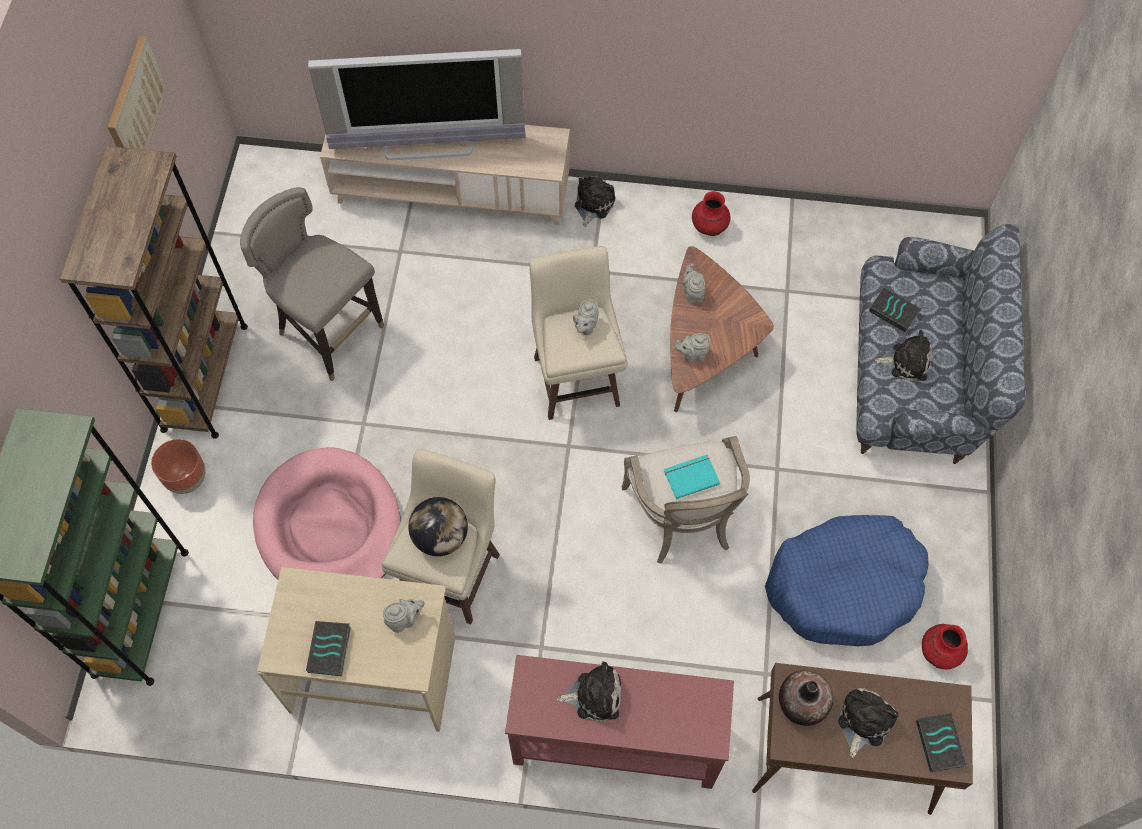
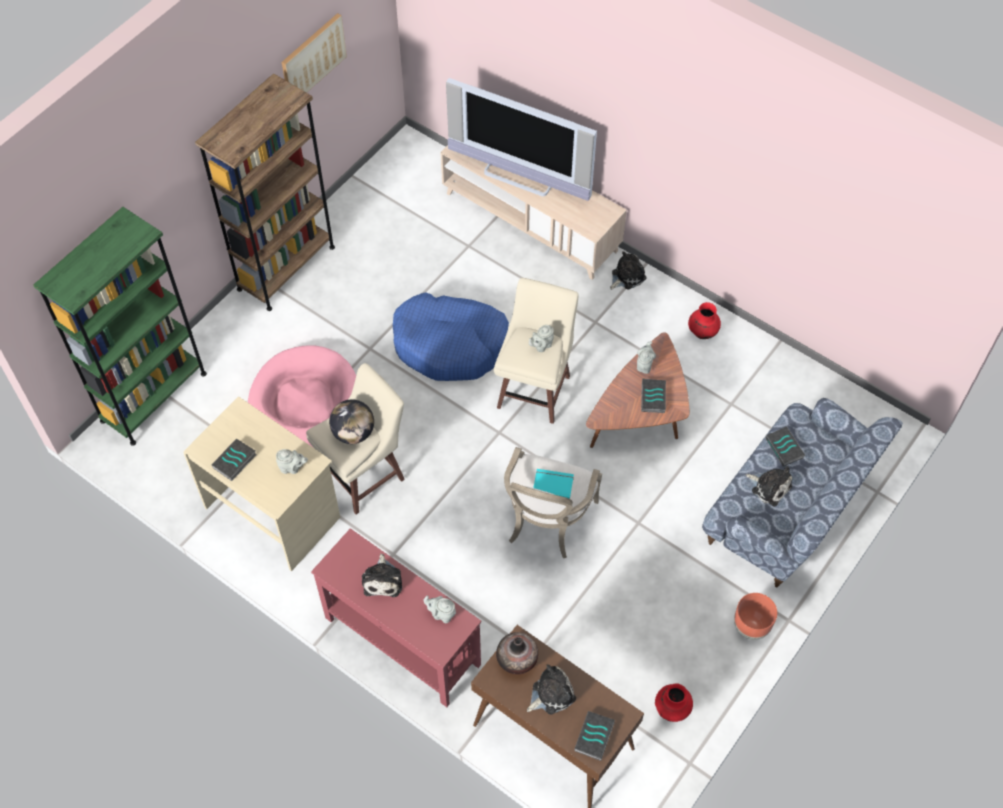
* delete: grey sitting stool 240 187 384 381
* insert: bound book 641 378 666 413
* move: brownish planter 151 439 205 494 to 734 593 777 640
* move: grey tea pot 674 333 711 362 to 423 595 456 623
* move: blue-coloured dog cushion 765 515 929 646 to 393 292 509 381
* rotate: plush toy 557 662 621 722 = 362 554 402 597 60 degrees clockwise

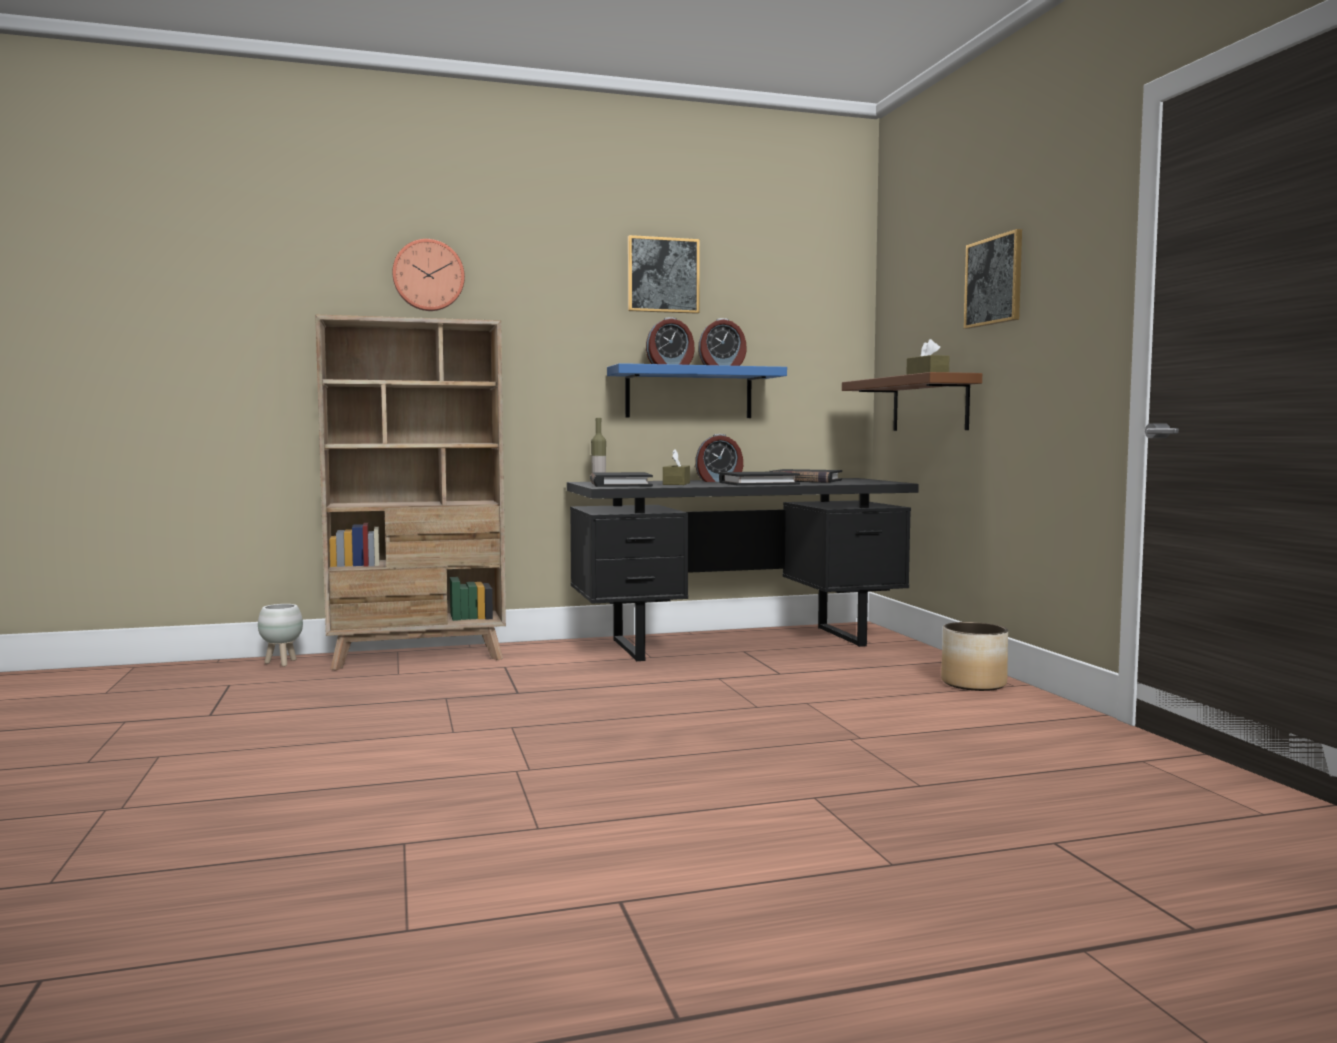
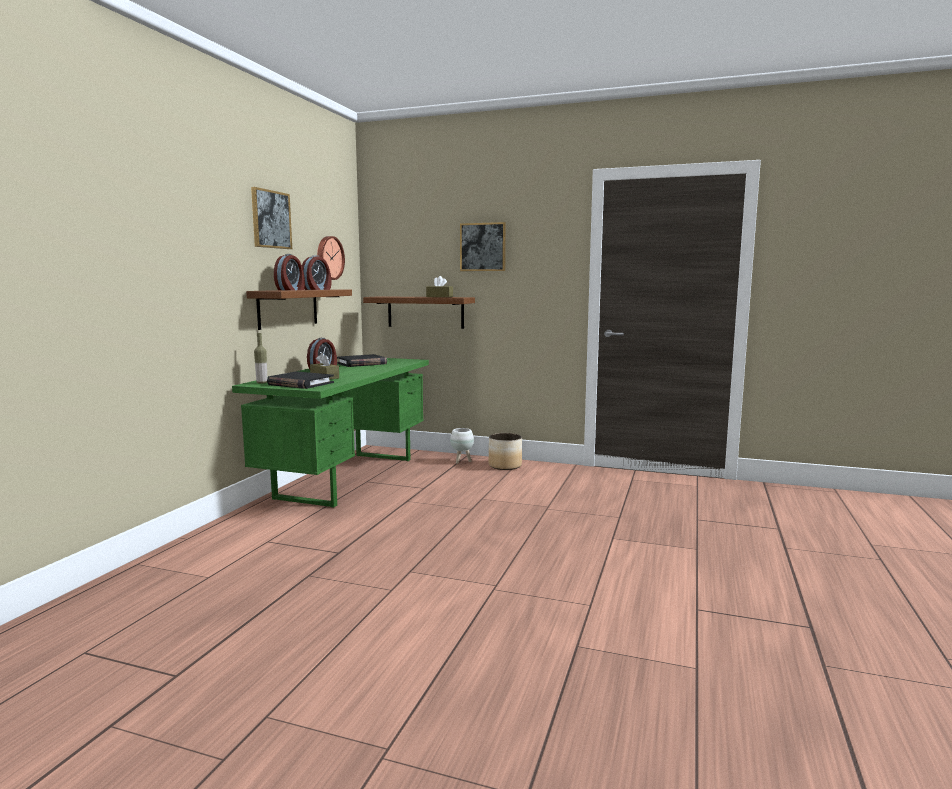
* delete: beige-coloured bookcase 315 315 506 670
* delete: blackish bound book 719 471 800 486
* move: white planter 258 604 303 667 to 450 428 474 464
* move: clock on the wall 392 239 465 311 to 317 236 345 280
* recolor: blackish desk table 567 478 919 661 to green desk table 232 358 429 508
* recolor: blue-coloured wall shelf 607 363 787 418 to brownish wall shelf 246 289 352 330

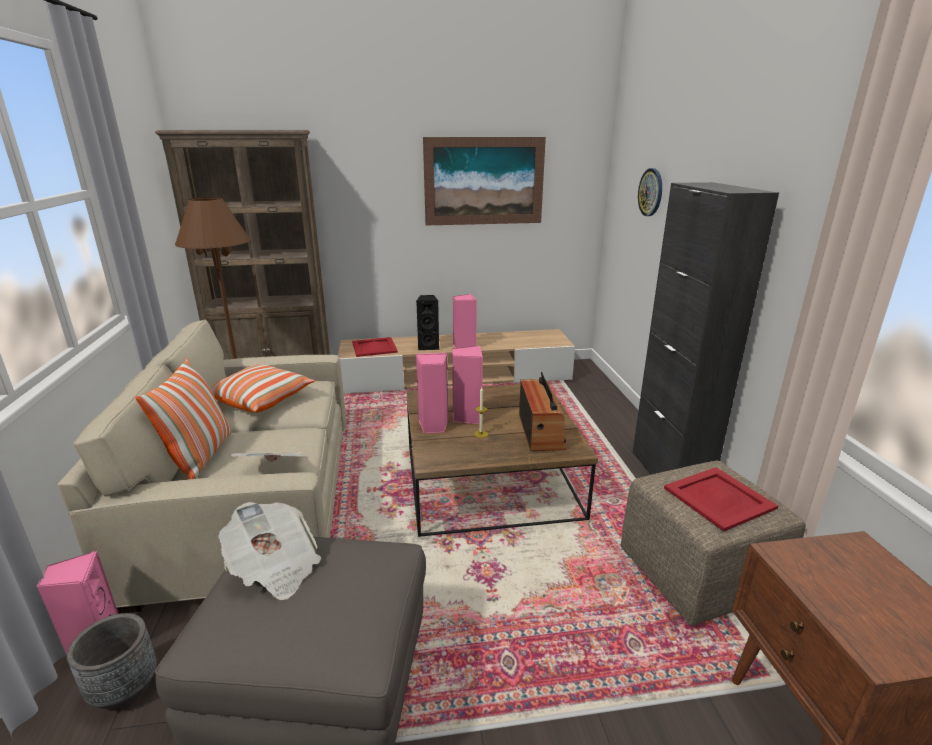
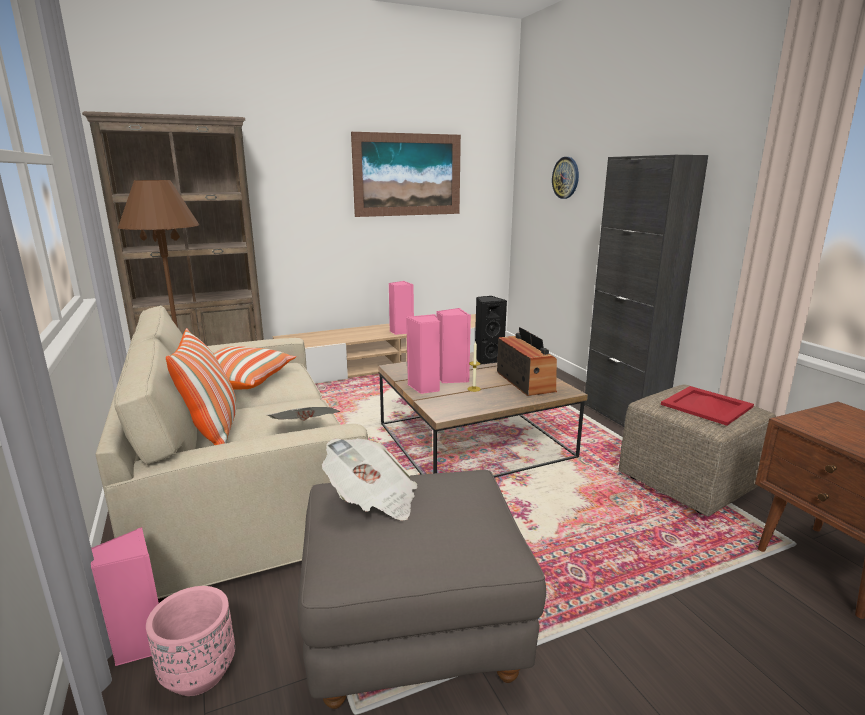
* delete: red tray 352 337 398 357
* move: blackish audio speaker 416 295 439 350 to 475 296 507 365
* recolor: grey planter 67 613 157 710 to pink planter 146 586 235 696

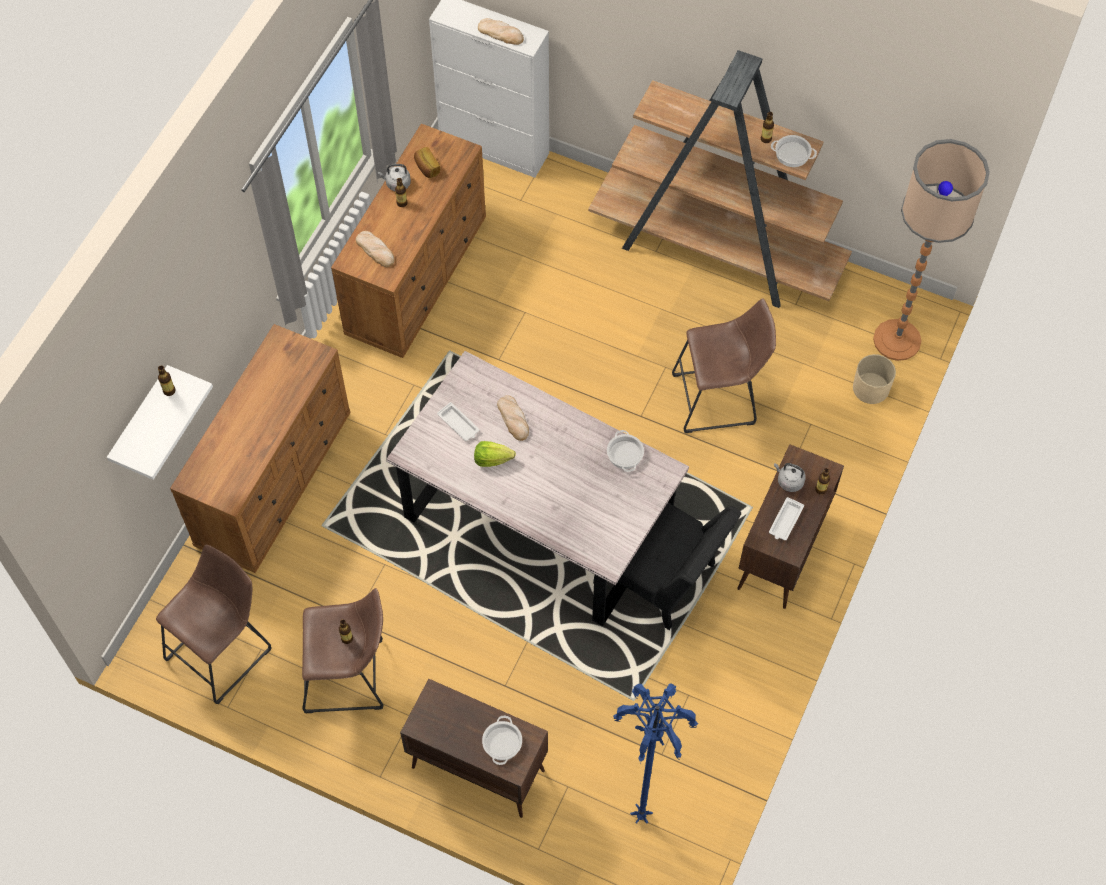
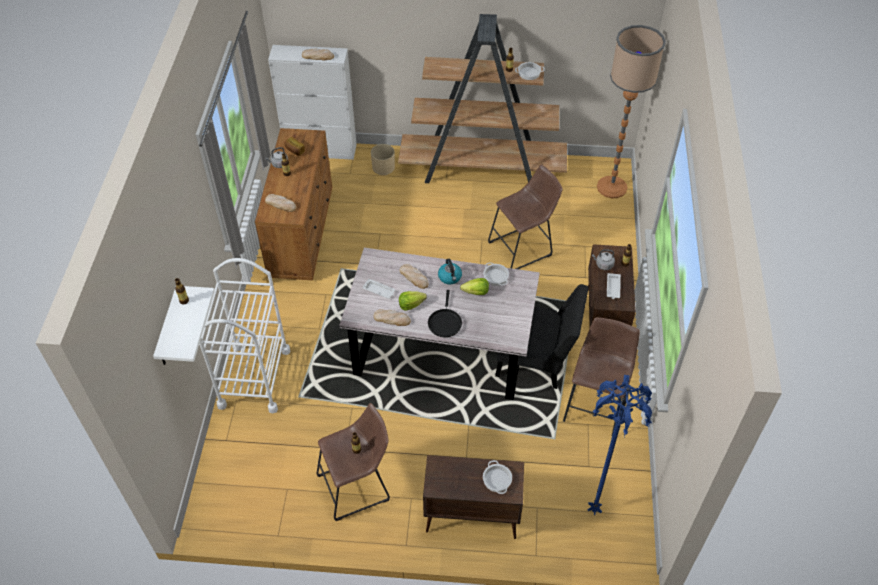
* insert: baked bread 374 309 411 326
* insert: blackish skillet 428 290 462 337
* insert: kettle 438 259 462 284
* insert: head of lettuce 460 278 489 295
* move: brownish sitting stool 156 545 271 704 to 563 317 640 435
* move: beige-coloured planter 853 354 896 404 to 371 144 395 175
* replace: brownish chest of drawers 170 324 350 573 to white trolley 199 258 291 414

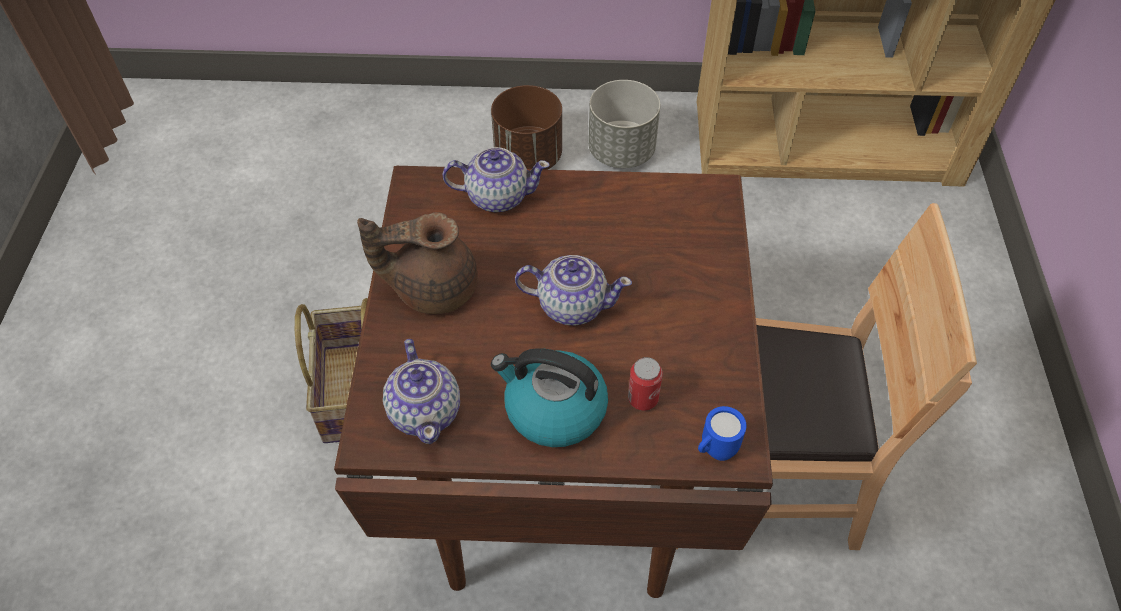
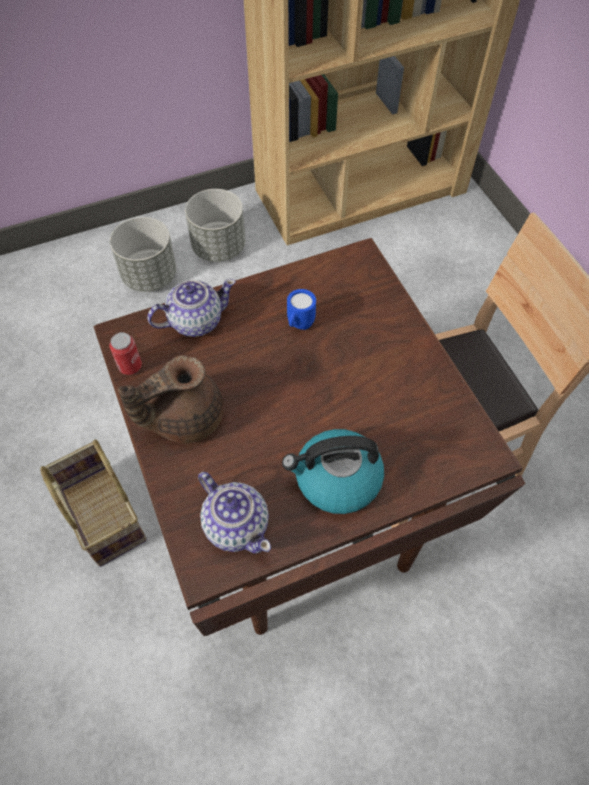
* delete: tea pot 515 255 632 326
* move: metal can 628 357 663 411 to 109 332 142 375
* move: blue-coloured coffee mug 698 406 747 461 to 287 289 316 330
* recolor: brownish planter 491 85 562 170 to grey planter 110 217 176 292

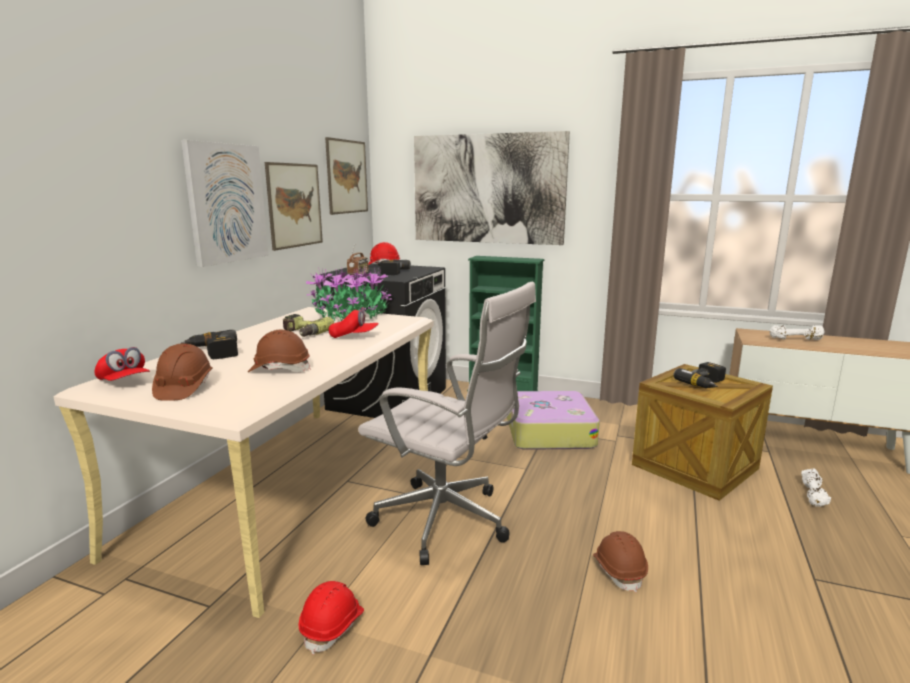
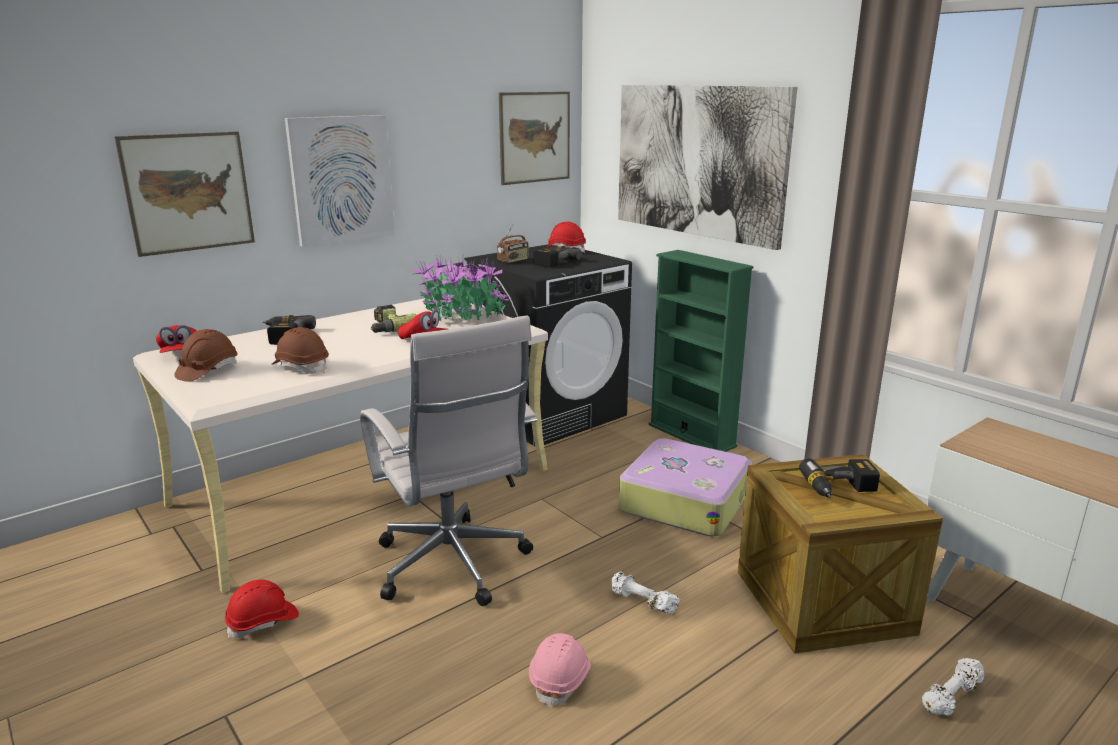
* move: wall picture 265 162 323 251 to 114 132 255 257
* move: white free weight 770 325 825 340 to 611 572 680 614
* recolor: brownish hard hat 593 531 648 593 to pink hard hat 529 633 591 708

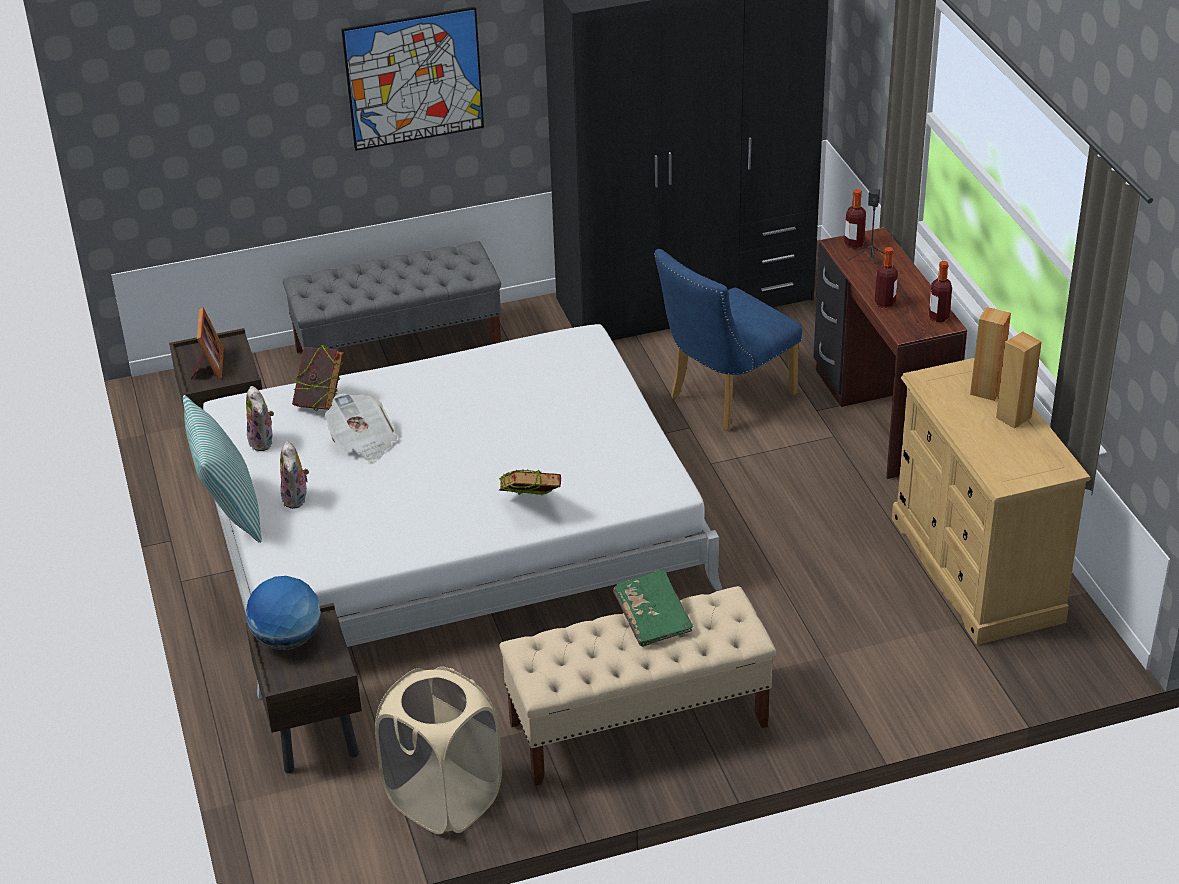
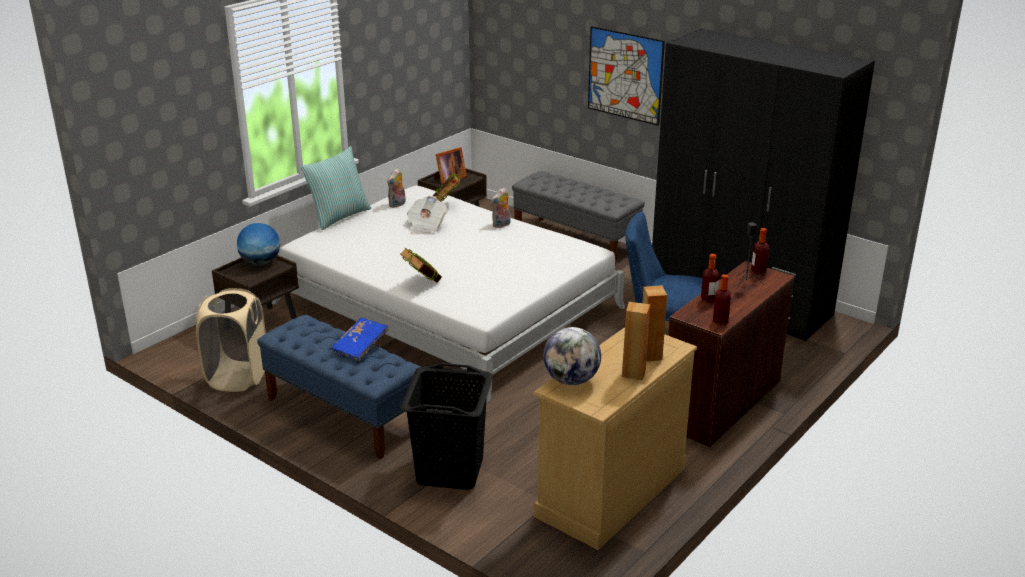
* insert: blackish hamper 400 363 493 490
* insert: globe 543 327 601 385
* move: plush toy 280 441 309 509 to 491 187 511 228
* recolor: beige-coloured long seat 499 586 776 786 to blue-coloured long seat 257 315 420 459
* recolor: green bound book 613 569 693 647 to blue-coloured bound book 332 318 388 361

